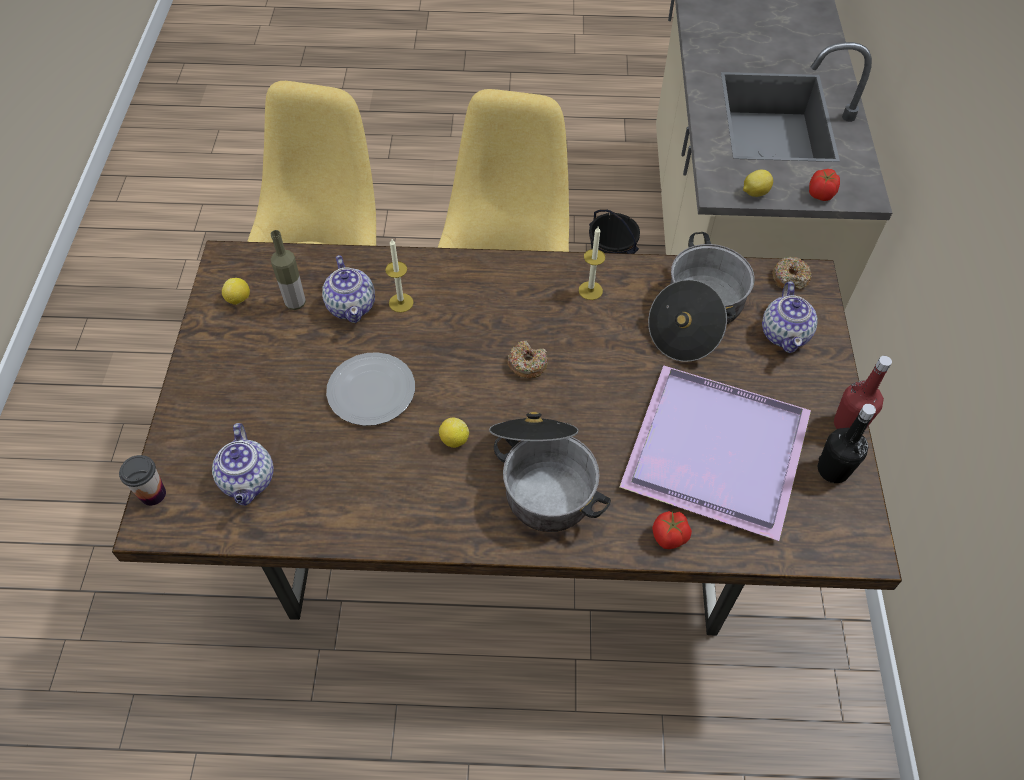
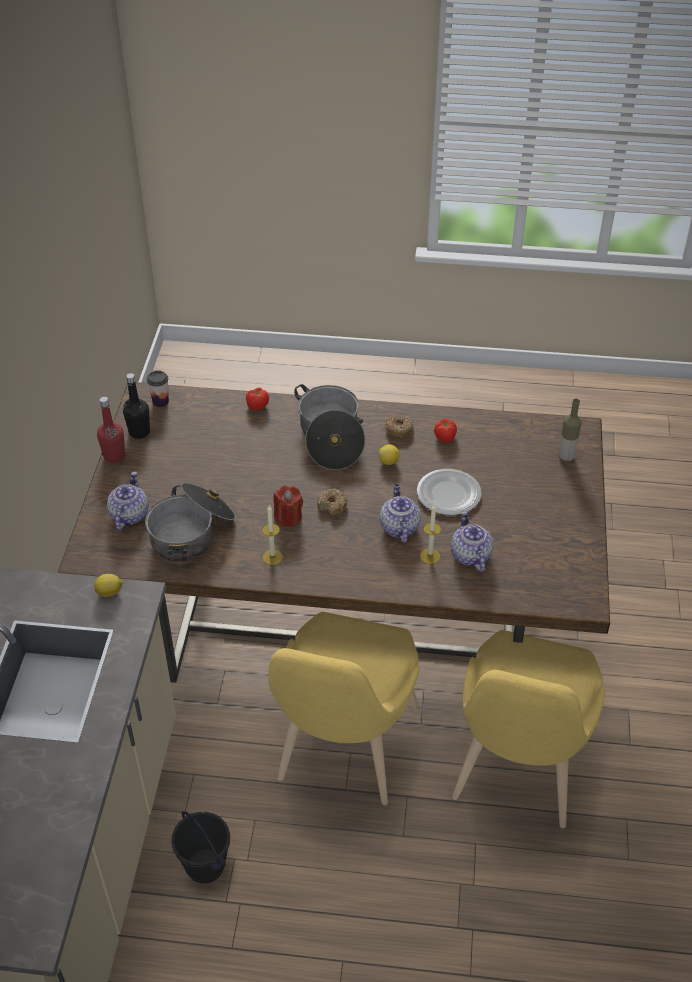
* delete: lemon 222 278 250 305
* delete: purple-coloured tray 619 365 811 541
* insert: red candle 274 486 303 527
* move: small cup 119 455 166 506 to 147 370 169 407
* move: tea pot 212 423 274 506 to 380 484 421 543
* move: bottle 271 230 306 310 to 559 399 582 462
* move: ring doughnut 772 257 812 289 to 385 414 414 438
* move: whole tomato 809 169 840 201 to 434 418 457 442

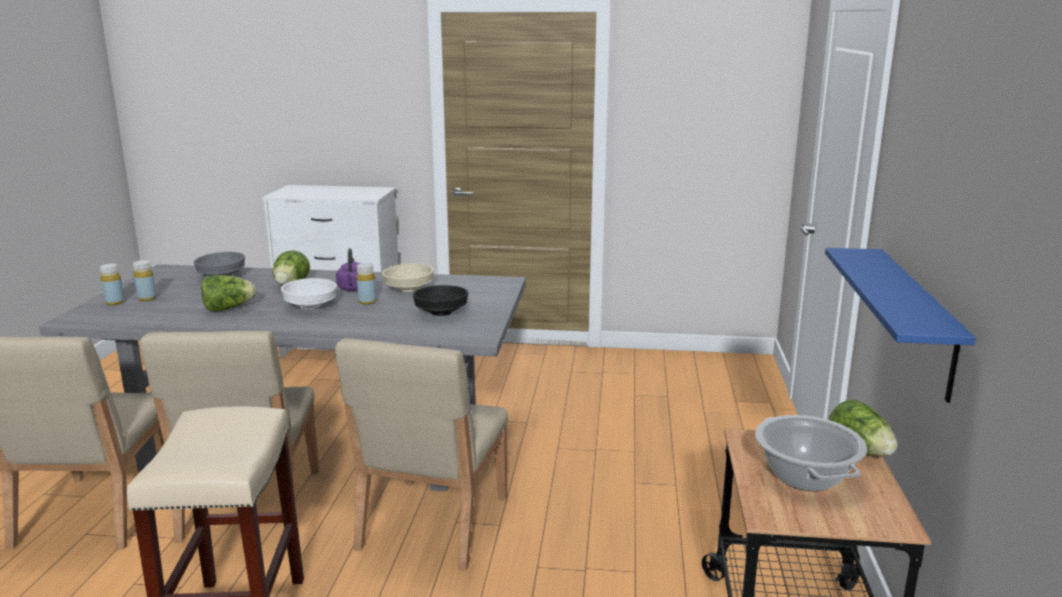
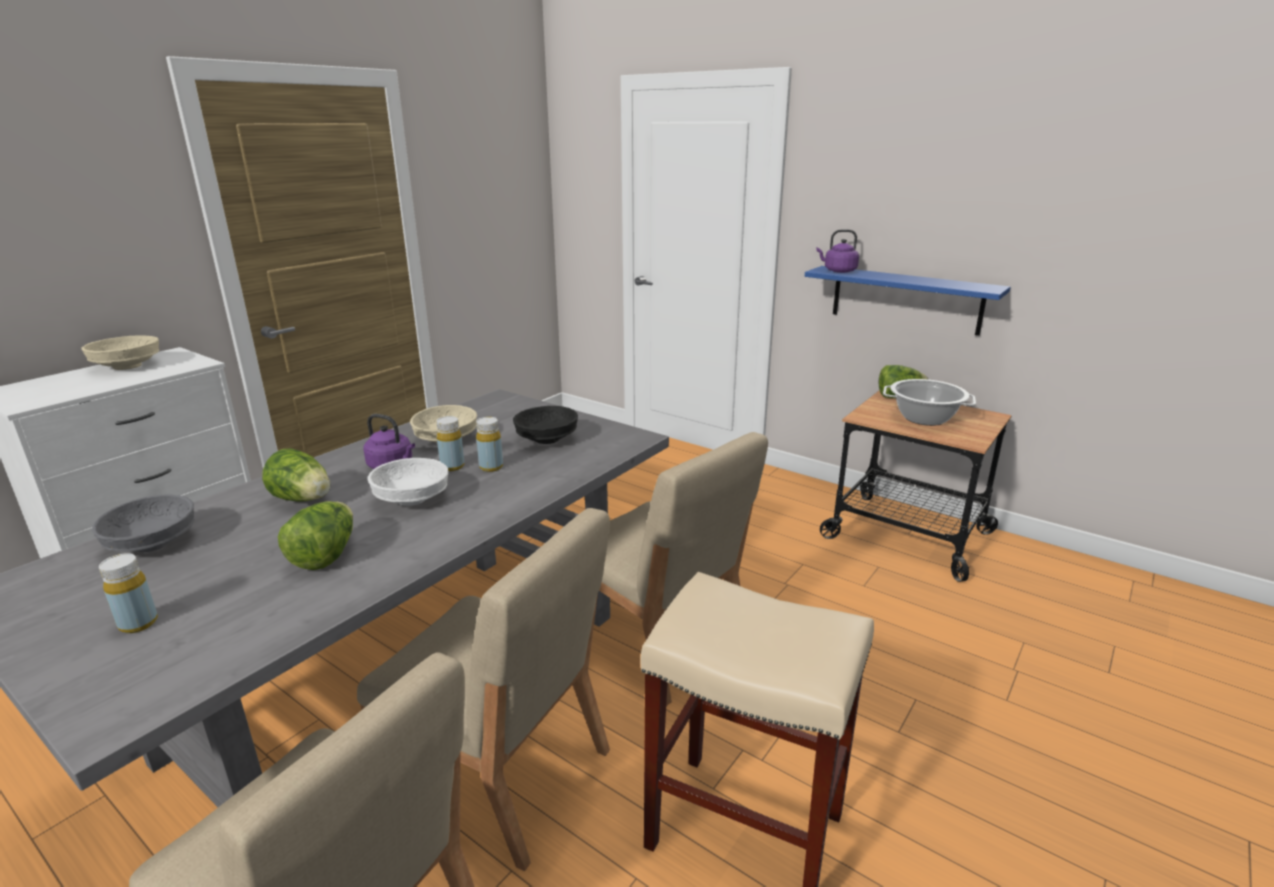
* insert: beige-coloured serving bowl 81 335 159 370
* insert: purple-coloured kettle 816 229 859 273
* move: yellow-coloured bottle 100 264 124 305 to 476 417 503 472

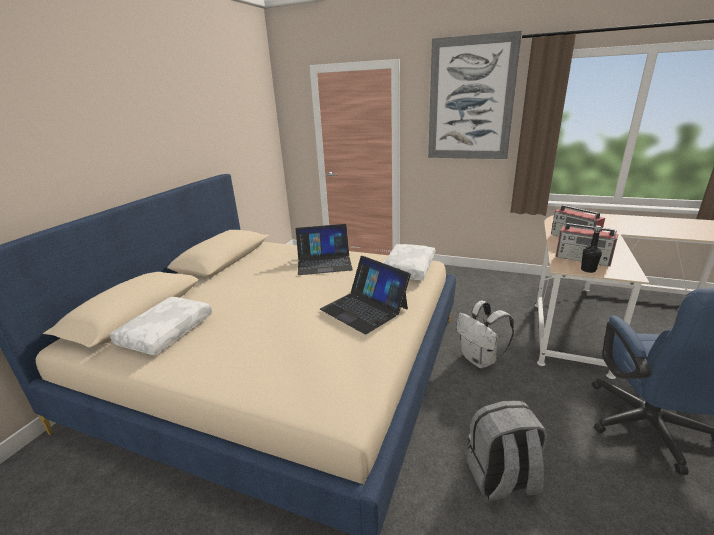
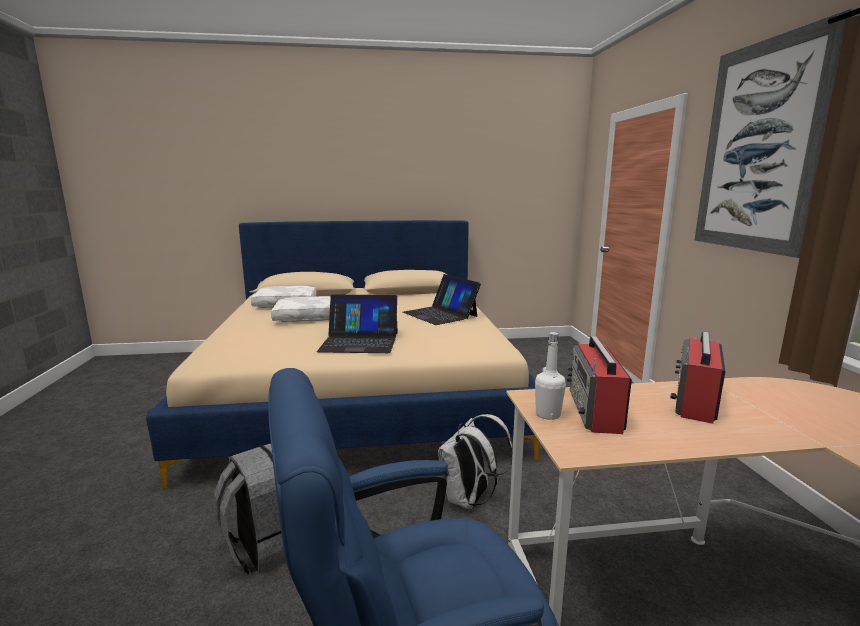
* move: white pillow 383 244 435 280 to 271 296 331 322
* recolor: blackish bottle 581 225 602 273 to white bottle 535 332 566 420
* rotate: portable computer 320 256 411 334 = 317 295 398 353 105 degrees counterclockwise

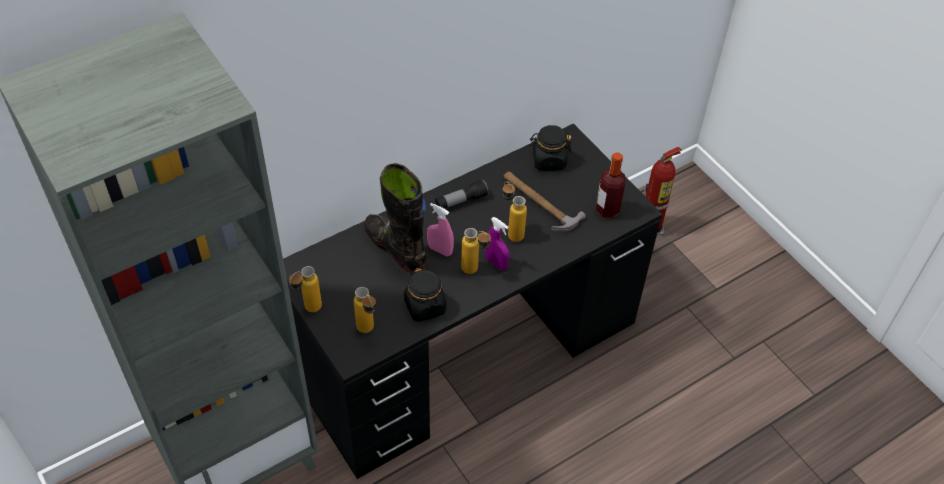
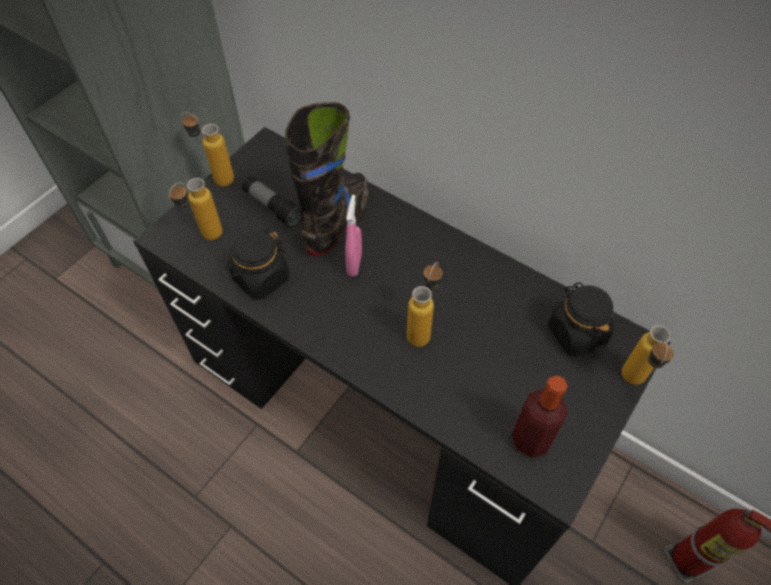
* delete: purple-coloured sprayer 485 217 509 270
* delete: hammer 503 172 586 232
* move: torch 435 179 489 209 to 242 176 301 228
* move: bottle 461 228 491 274 to 621 325 673 385

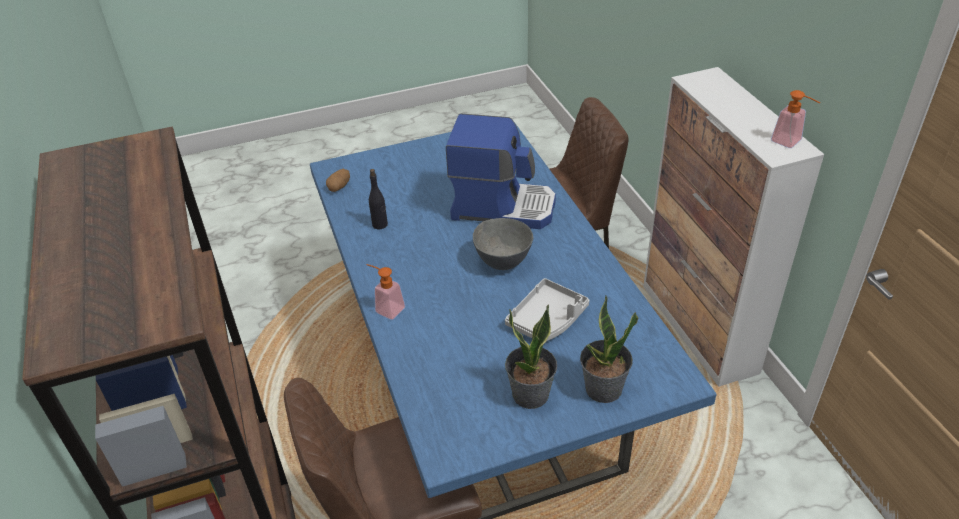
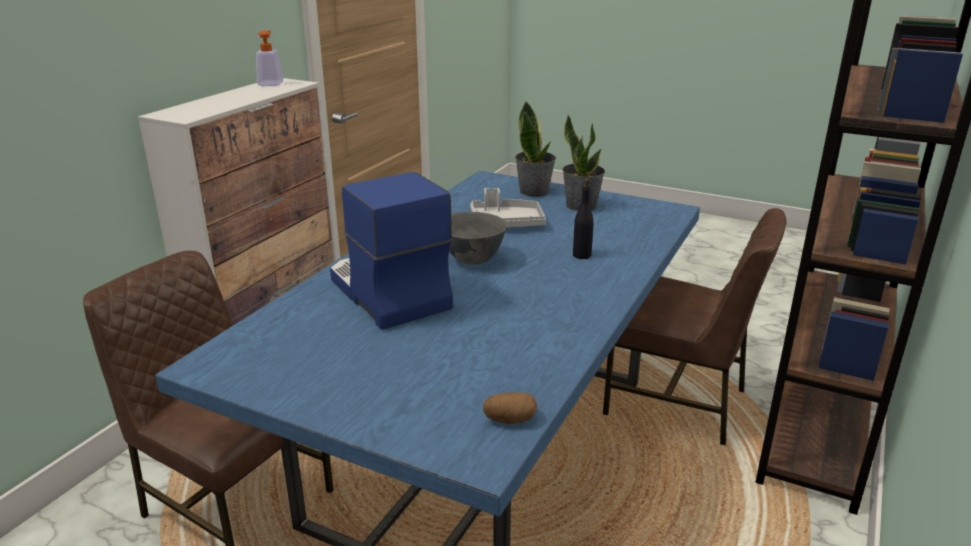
* delete: soap dispenser 367 264 405 320
* move: blackish bottle 369 169 388 229 to 573 178 594 259

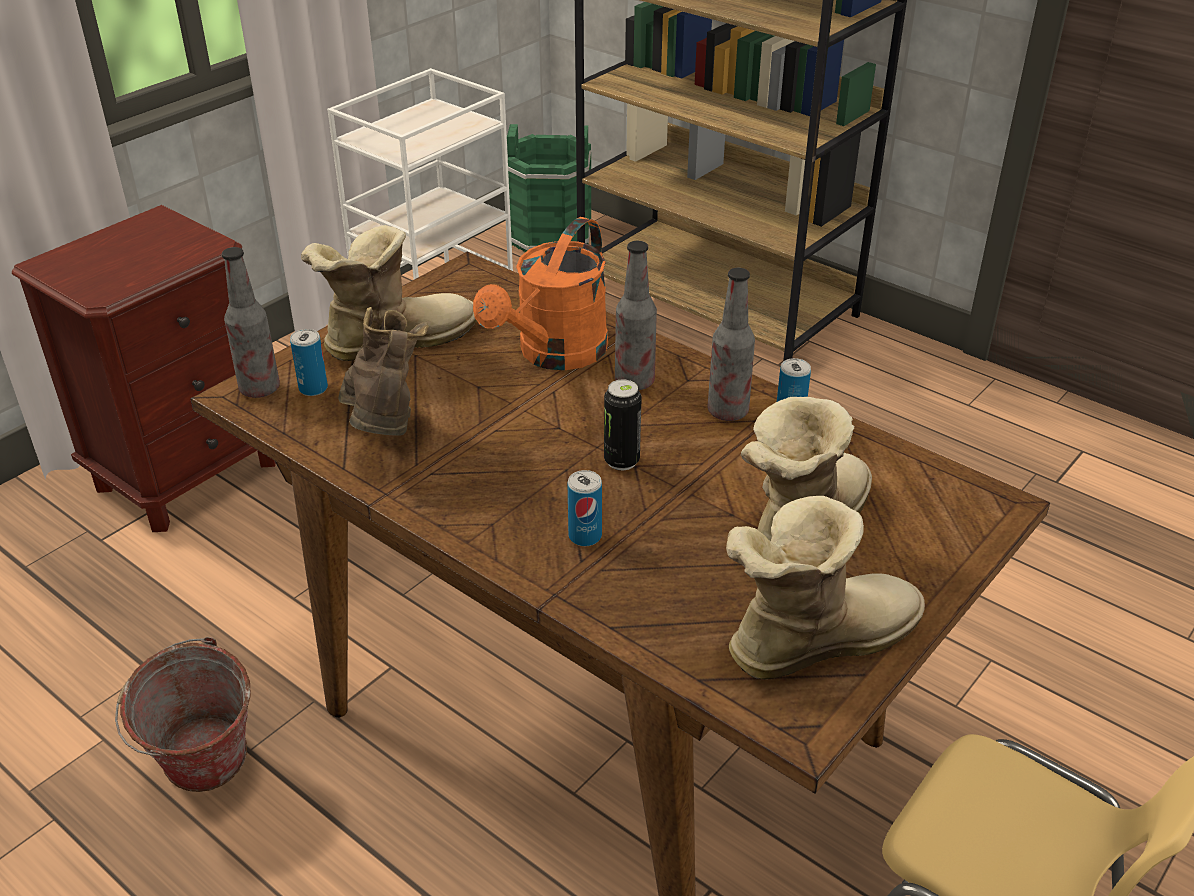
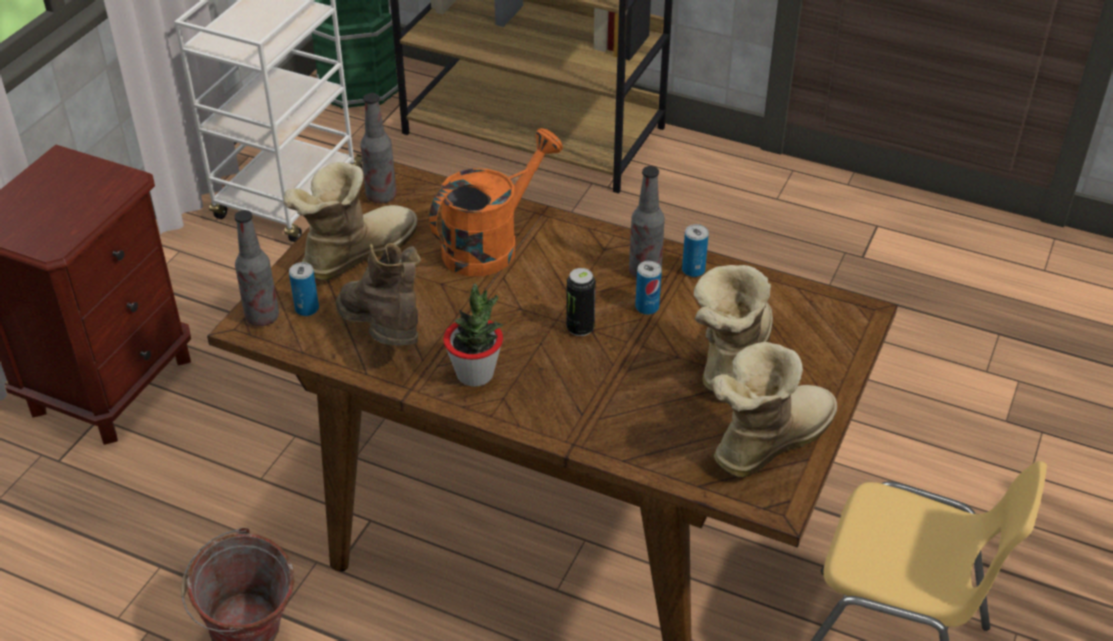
* insert: plant in a pot 443 284 503 387
* move: metal can 568 470 602 546 to 635 261 662 315
* move: bottle 615 241 657 390 to 360 93 397 204
* rotate: orange-coloured watering can 473 217 608 370 = 429 128 563 276 150 degrees counterclockwise

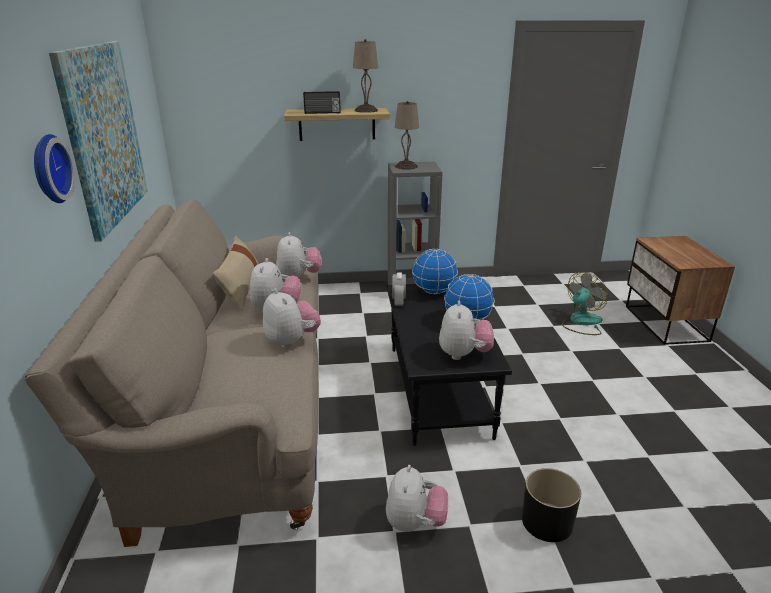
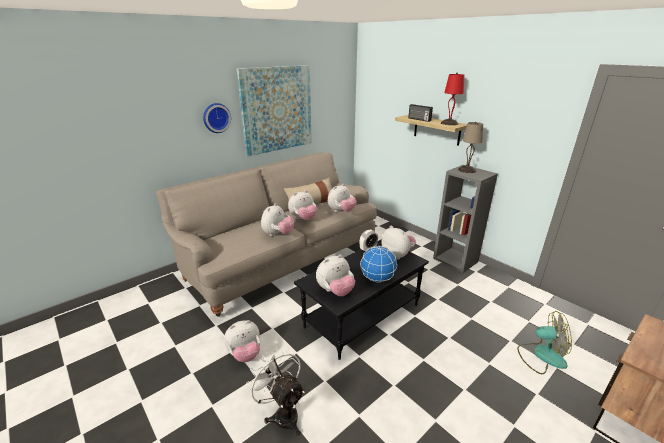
* replace: globe 412 249 458 294 to plush toy 381 226 416 260
* replace: blackish planter 522 468 581 542 to white fan 246 348 305 436
* recolor: beige-coloured lamp for a table 353 39 378 113 to red lamp for a table 441 73 464 125

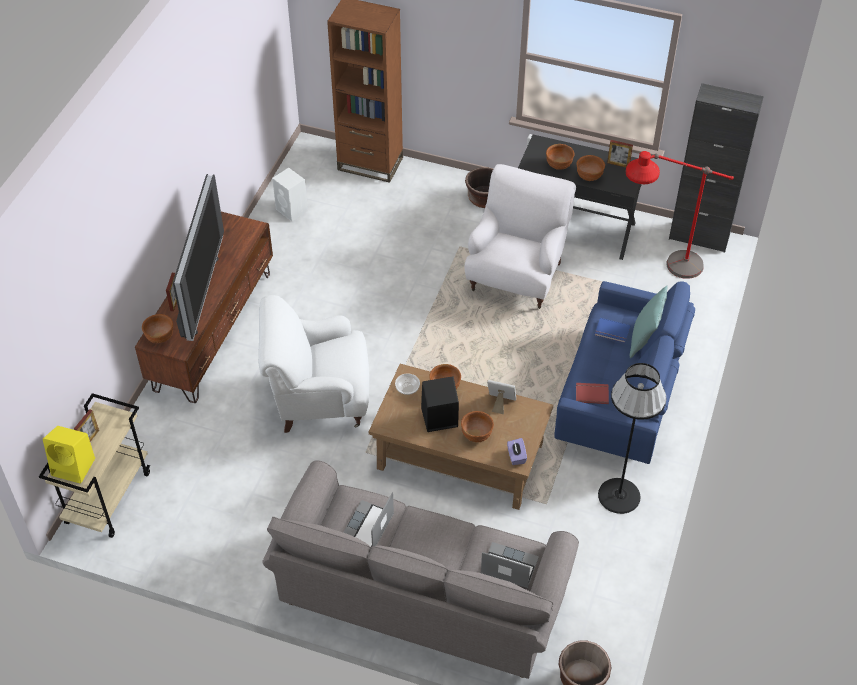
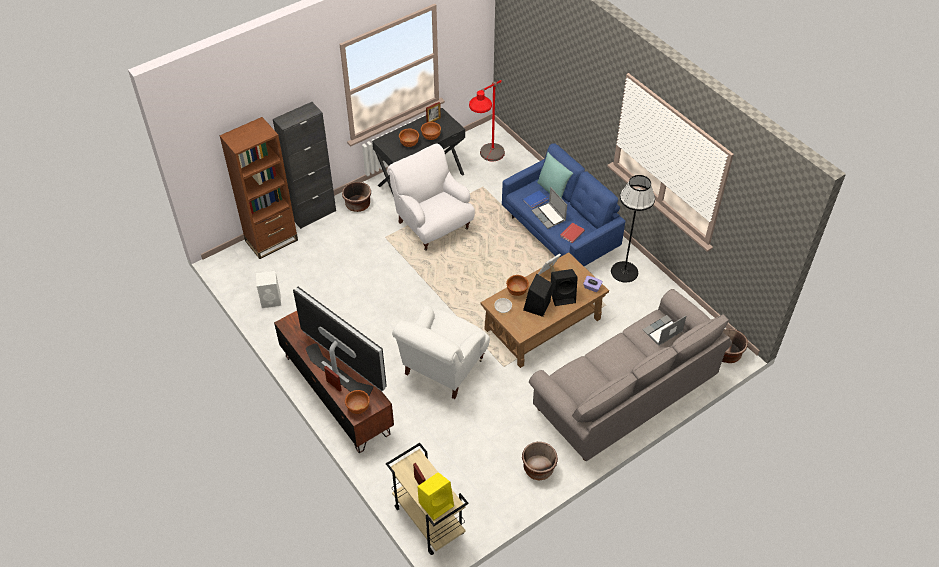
* insert: brownish planter 522 442 558 480
* move: portable computer 343 492 394 547 to 532 187 567 229
* move: blackish cupboard 669 83 764 253 to 273 102 336 229
* replace: brownish serving bowl 461 411 494 442 to blackish audio speaker 551 269 578 306

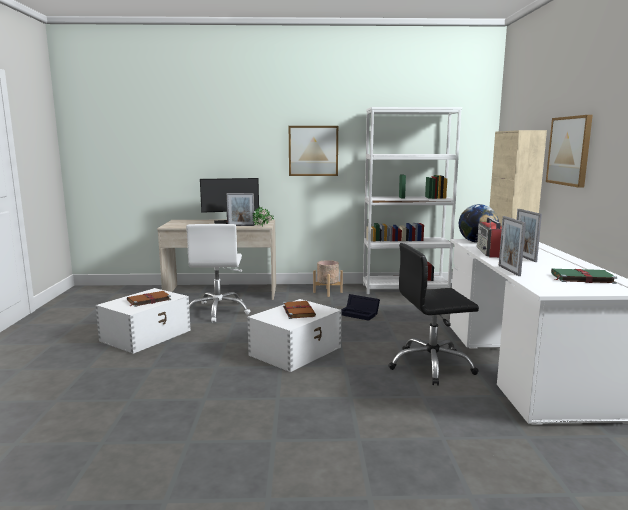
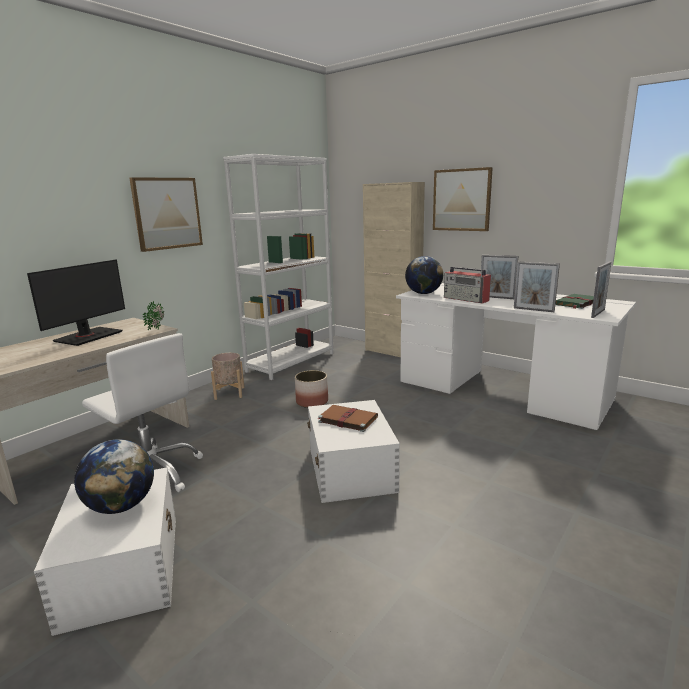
* delete: blackish office chair 388 243 479 386
* move: picture frame 227 193 255 226 to 591 262 611 318
* replace: brownish bound book 127 291 171 307 to globe 74 439 154 514
* replace: blackish storage bin 341 294 380 321 to planter 295 370 328 408

